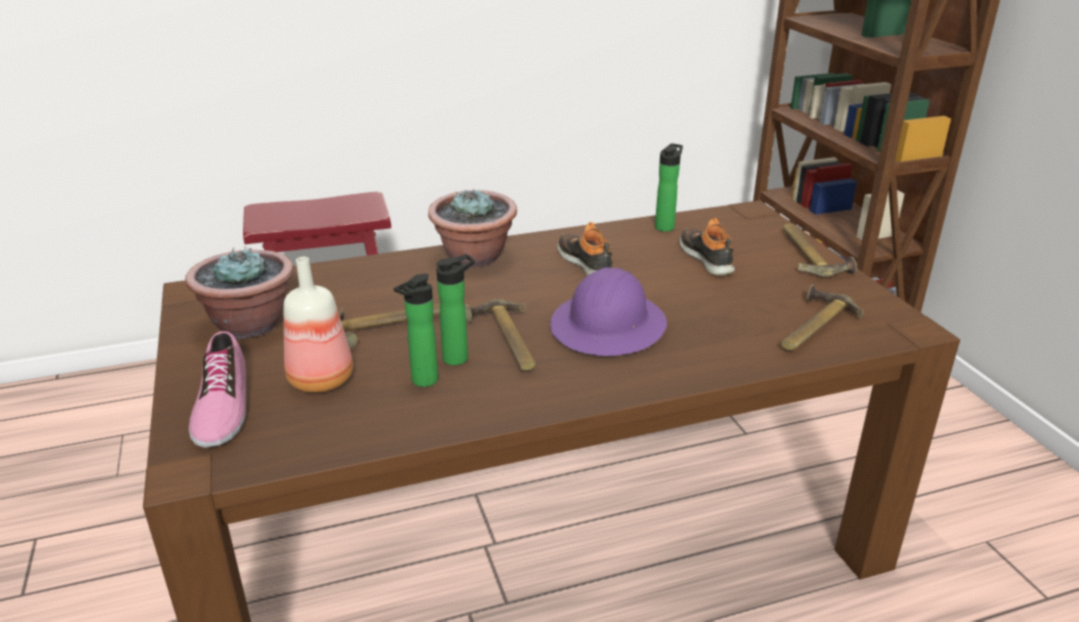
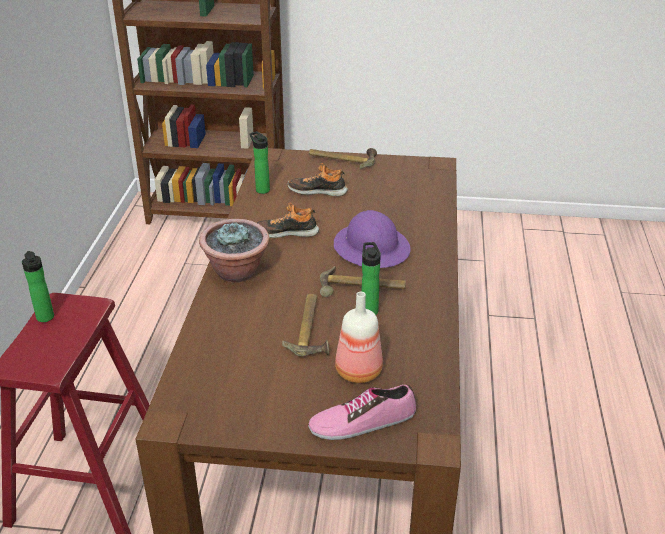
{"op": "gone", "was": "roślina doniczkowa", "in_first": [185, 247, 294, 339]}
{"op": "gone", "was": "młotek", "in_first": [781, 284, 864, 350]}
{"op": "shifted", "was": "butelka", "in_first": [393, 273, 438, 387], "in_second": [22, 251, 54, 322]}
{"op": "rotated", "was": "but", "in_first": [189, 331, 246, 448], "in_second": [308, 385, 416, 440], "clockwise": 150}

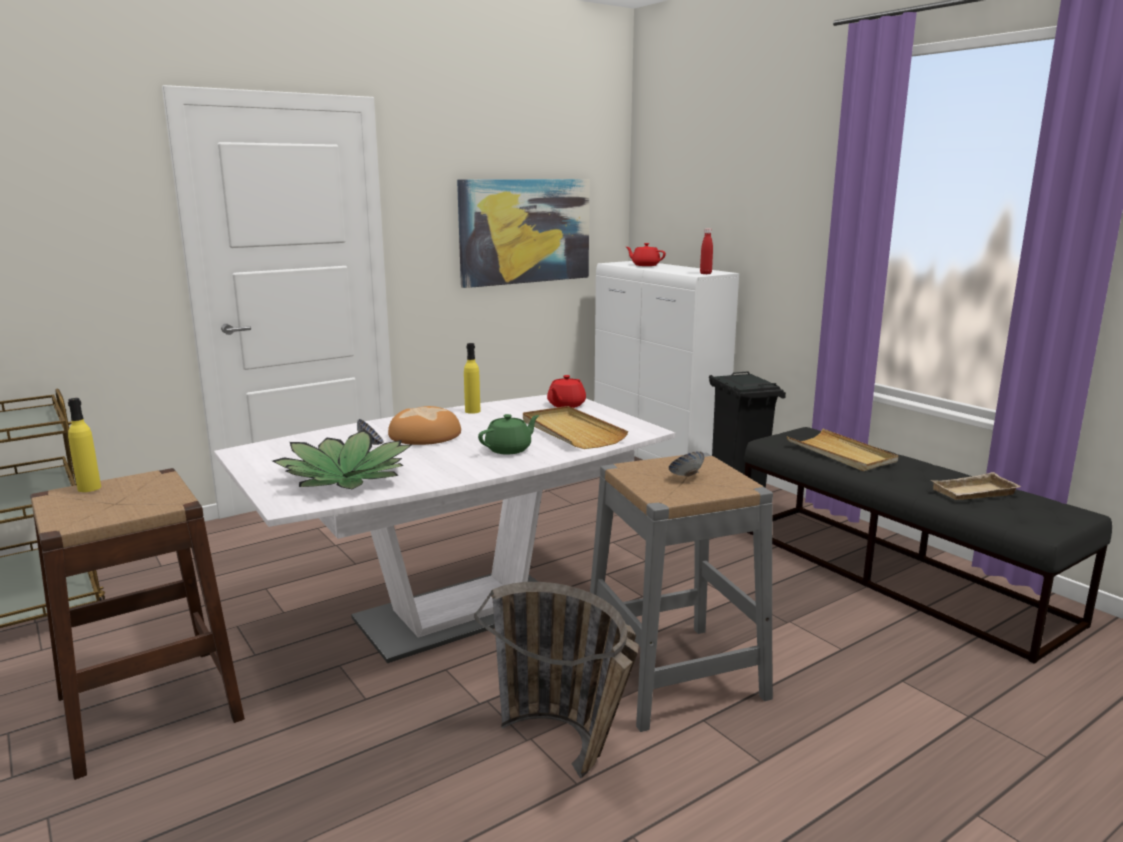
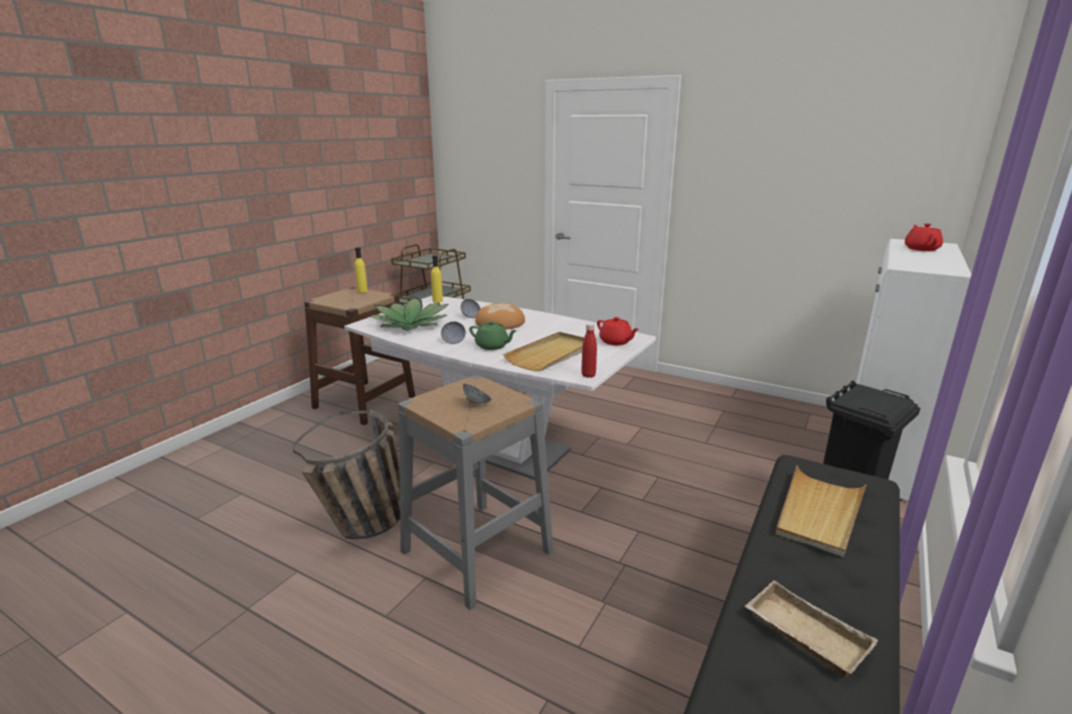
{"op": "gone", "was": "obraz", "in_first": [457, 179, 590, 288]}
{"op": "new", "now": "miska", "in_second": [441, 321, 466, 344]}
{"op": "shifted", "was": "butelka [żółty]", "in_first": [464, 343, 481, 414], "in_second": [431, 255, 443, 303]}
{"op": "shifted", "was": "butelka [czerwony]", "in_first": [700, 229, 713, 274], "in_second": [581, 323, 597, 378]}
{"op": "rotated", "was": "imbryk [czerwony]", "in_first": [547, 375, 586, 408], "in_second": [597, 317, 639, 345], "clockwise": -135}

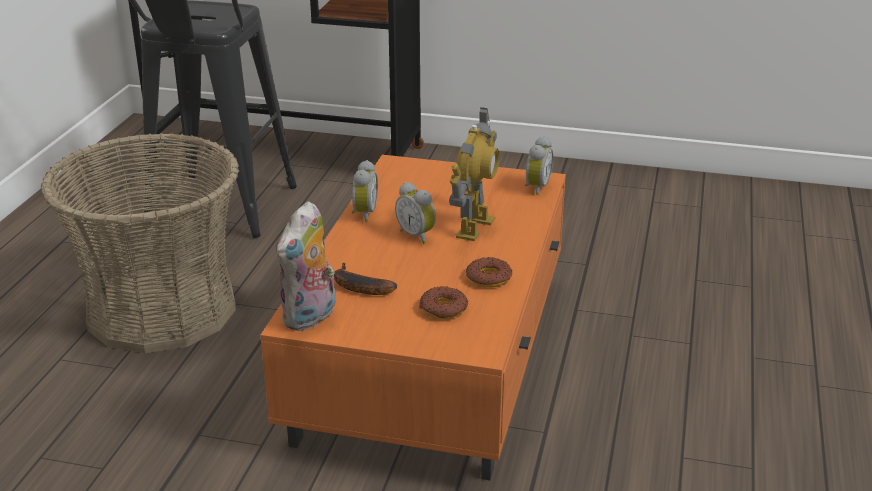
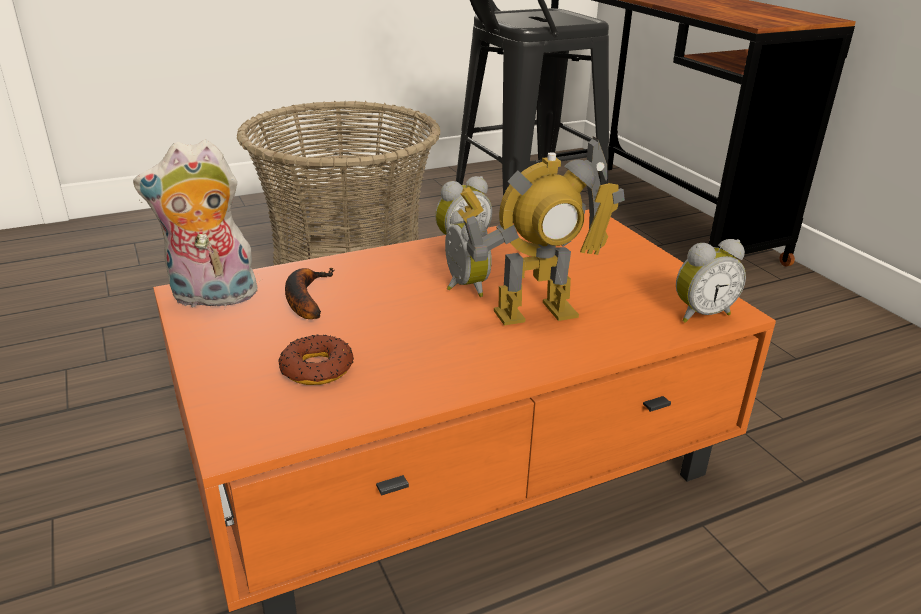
{"op": "gone", "was": "donut", "in_first": [466, 257, 512, 288]}
{"op": "rotated", "was": "budzik", "in_first": [395, 182, 436, 244], "in_second": [445, 208, 492, 297], "clockwise": 150}

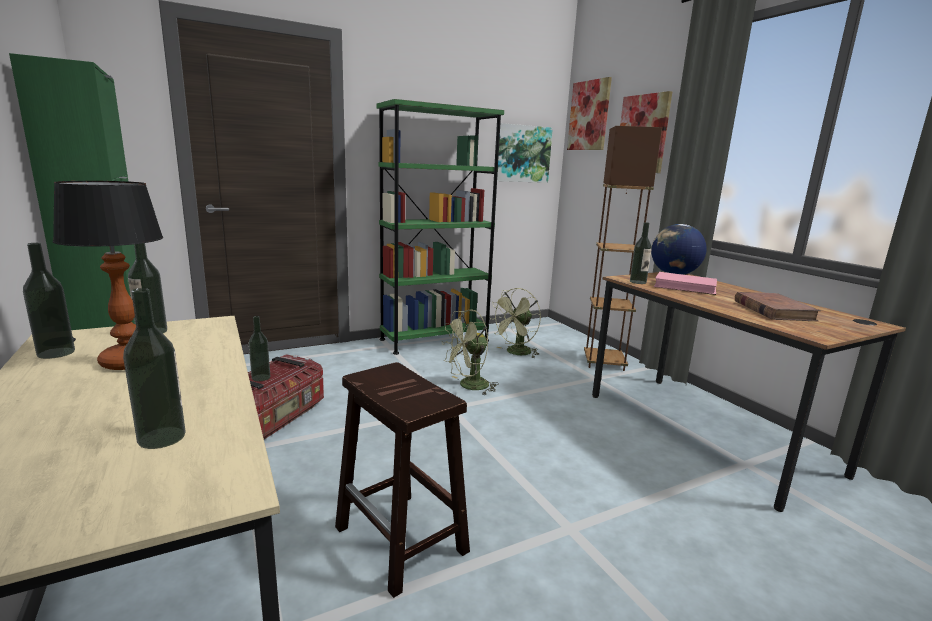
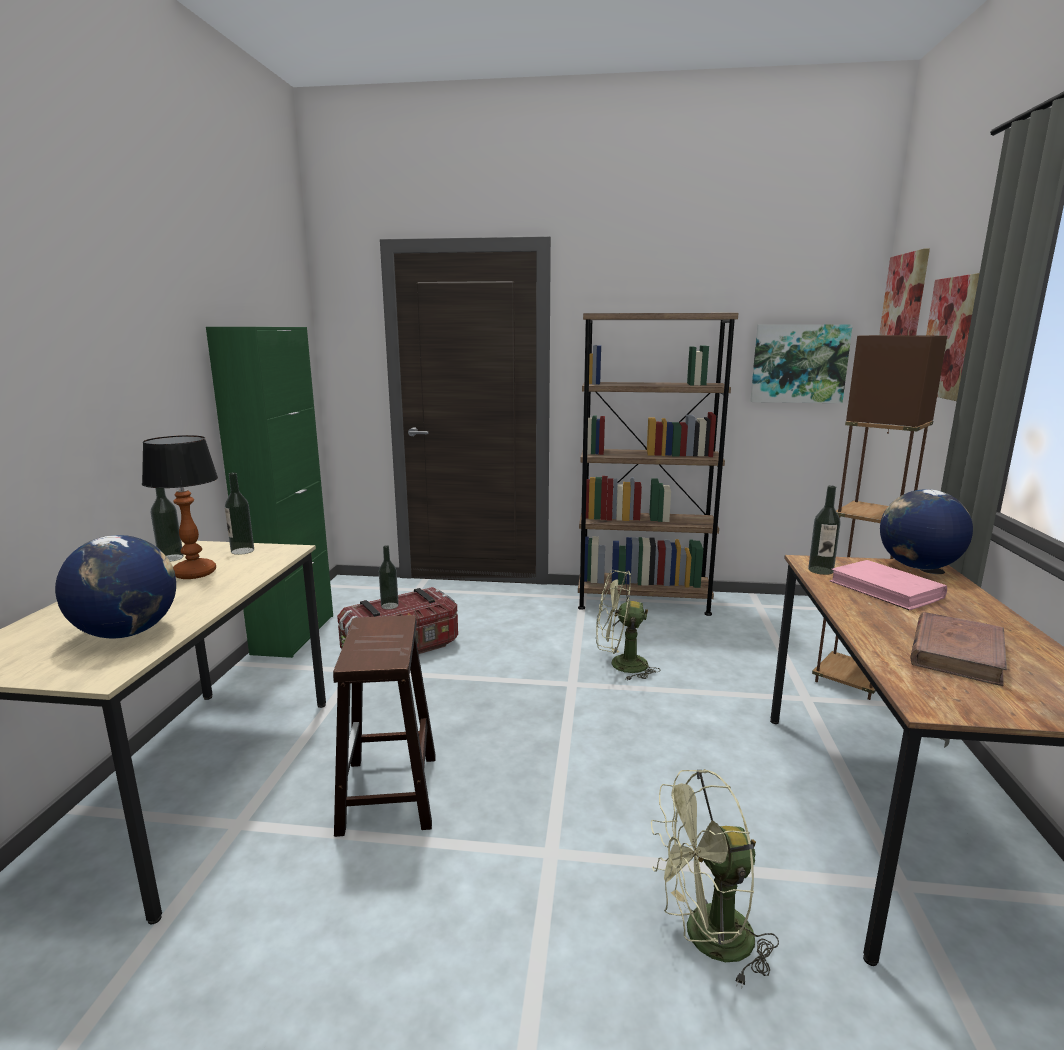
{"op": "shifted", "was": "wentylator [zielony]", "in_first": [490, 288, 541, 358], "in_second": [651, 769, 779, 988]}
{"op": "swapped", "was": "butelka", "now": "globus", "in_first": [123, 288, 186, 449], "in_second": [55, 535, 176, 638]}
{"op": "repainted", "was": "regał [zielony]", "now": "regał [brązowy]", "in_first": [376, 99, 504, 355], "in_second": [578, 313, 738, 616]}

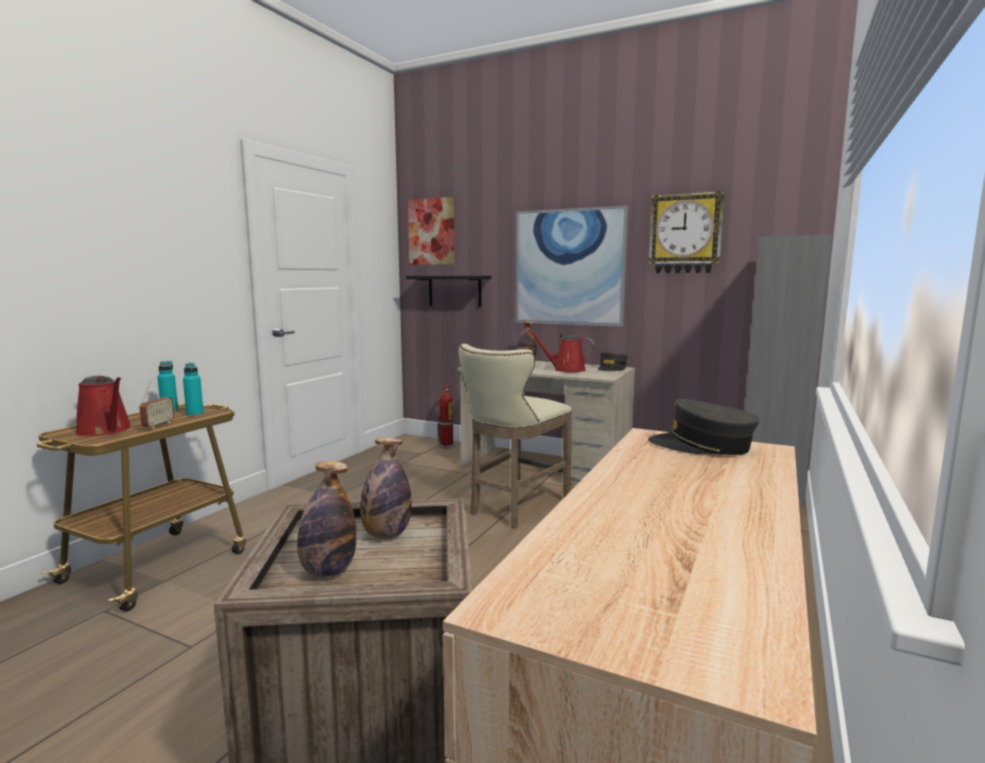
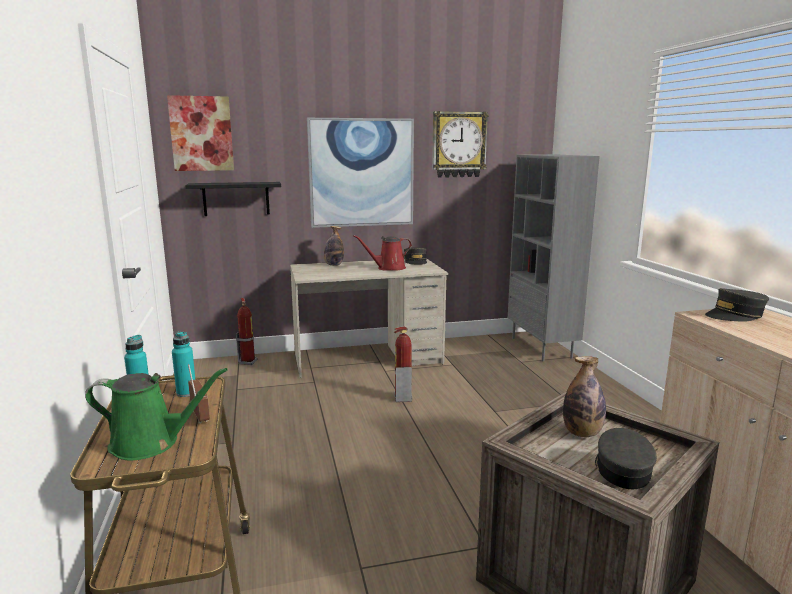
{"op": "swapped", "was": "butelka", "now": "czapka z daszkiem [szary]", "in_first": [297, 461, 356, 577], "in_second": [595, 428, 657, 489]}
{"op": "swapped", "was": "stołek [beżowy]", "now": "gaśnica", "in_first": [459, 344, 572, 528], "in_second": [394, 326, 412, 402]}
{"op": "repainted", "was": "konewka [czerwony]", "now": "konewka [zielony]", "in_first": [75, 376, 132, 437], "in_second": [85, 368, 228, 460]}

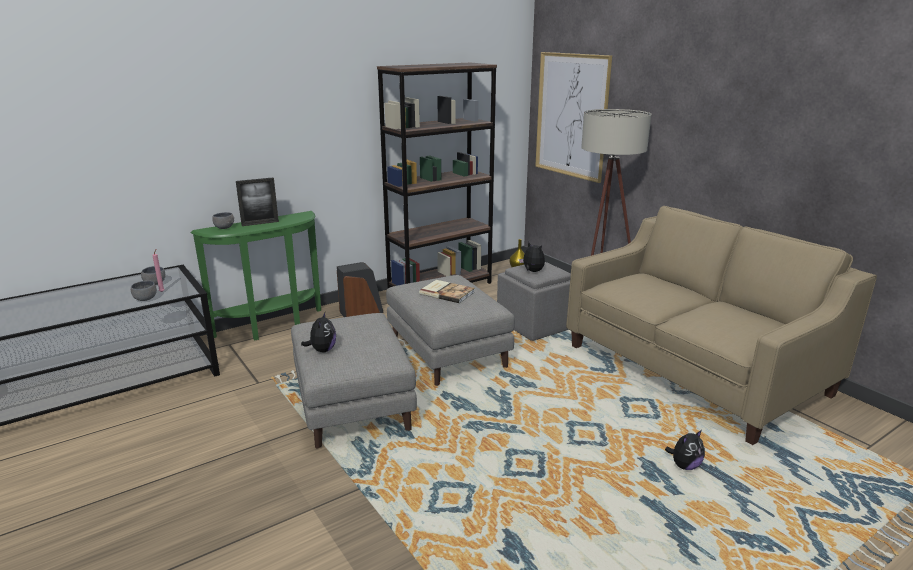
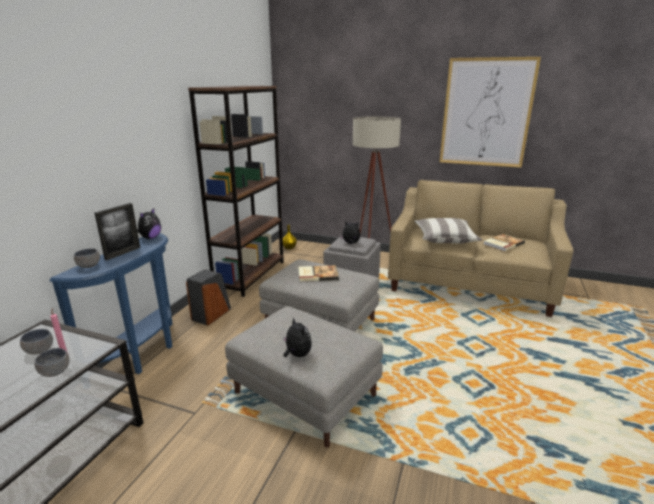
{"op": "new", "now": "poduszka", "in_second": [414, 218, 483, 244]}
{"op": "new", "now": "książka", "in_second": [484, 234, 525, 251]}
{"op": "shifted", "was": "obraz", "in_first": [535, 52, 612, 183], "in_second": [439, 57, 541, 168]}
{"op": "shifted", "was": "pluszak", "in_first": [665, 430, 705, 470], "in_second": [137, 208, 161, 239]}
{"op": "repainted", "was": "stolik konsolowy [zielony]", "now": "stolik konsolowy [niebieski]", "in_first": [191, 211, 321, 340], "in_second": [50, 233, 173, 374]}

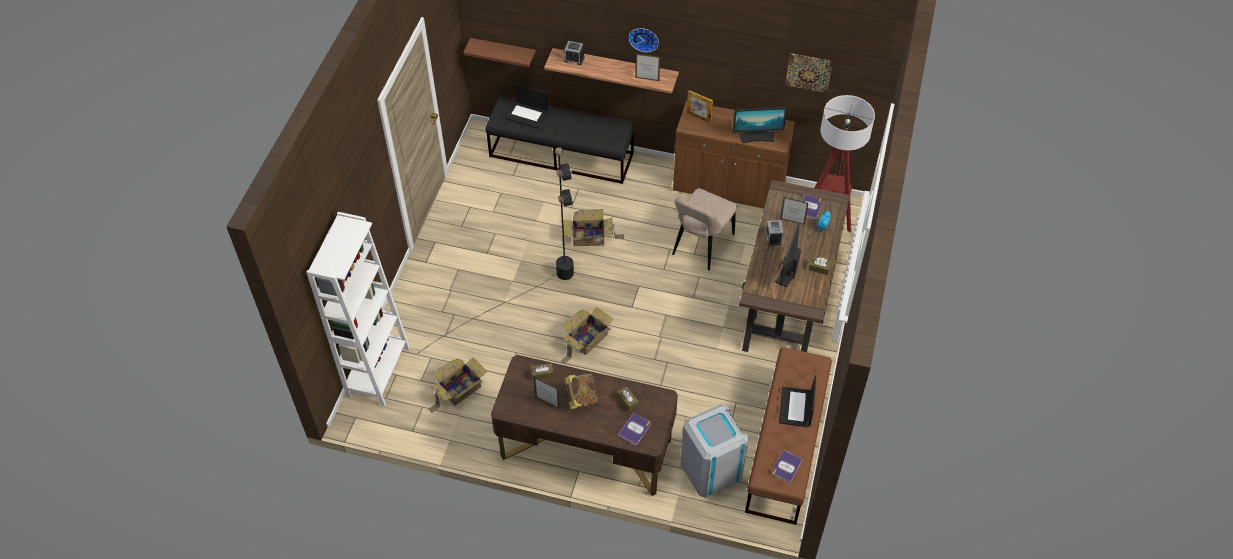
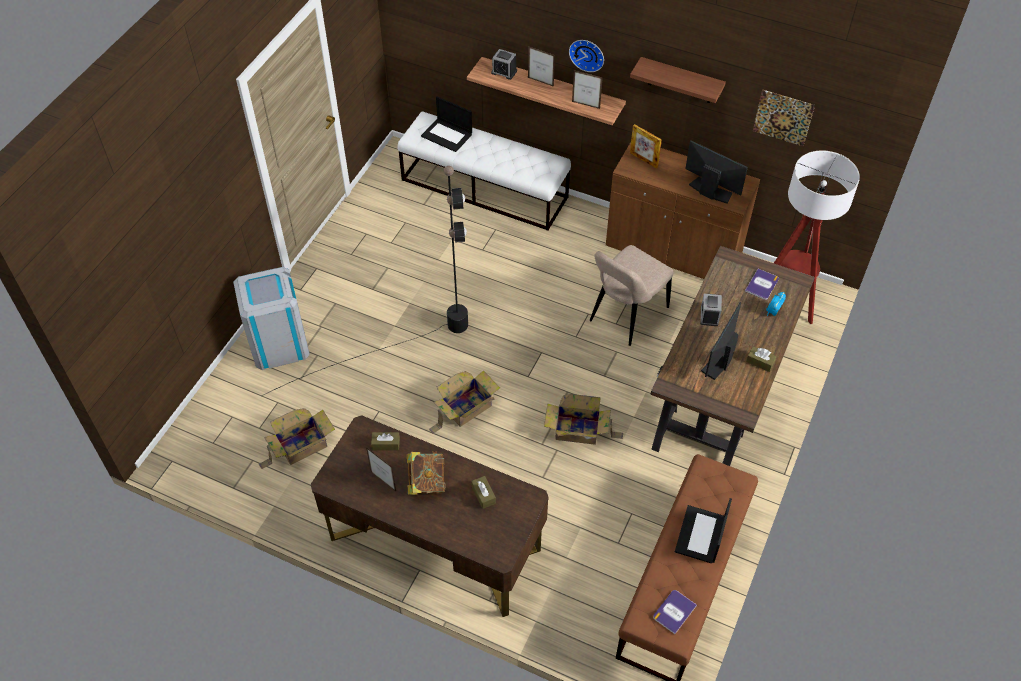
{"op": "gone", "was": "regał [biały]", "in_first": [307, 212, 410, 406]}
{"op": "gone", "was": "książka", "in_first": [618, 413, 651, 445]}
{"op": "shifted", "was": "półka", "in_first": [463, 38, 536, 67], "in_second": [630, 57, 726, 103]}
{"op": "shifted", "was": "karton", "in_first": [564, 209, 624, 246], "in_second": [544, 394, 623, 445]}
{"op": "shifted", "was": "kosz na śmieci [szary]", "in_first": [680, 404, 749, 498], "in_second": [233, 267, 310, 370]}
{"op": "shifted", "was": "ramka na zdjęcie", "in_first": [780, 197, 808, 225], "in_second": [528, 46, 555, 87]}
{"op": "repainted", "was": "ławka [czarny]", "now": "ławka [biały]", "in_first": [486, 96, 635, 184], "in_second": [398, 112, 571, 231]}
{"op": "rotated", "was": "monitor", "in_first": [732, 107, 787, 143], "in_second": [685, 140, 748, 204], "clockwise": -150}

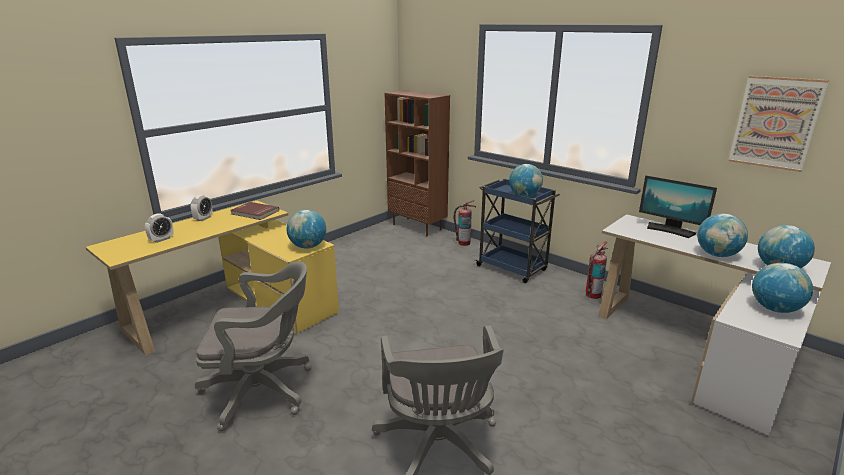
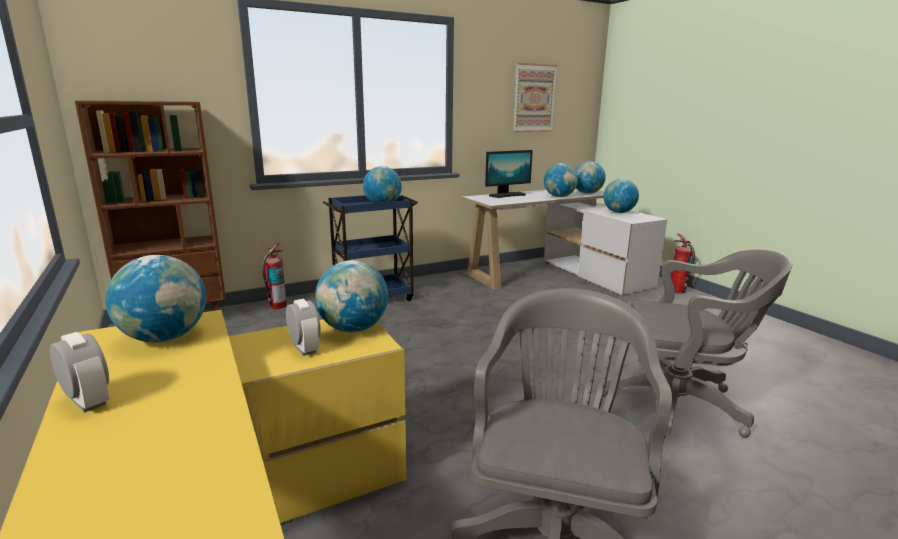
{"op": "shifted", "was": "budzik", "in_first": [145, 213, 174, 243], "in_second": [286, 299, 321, 356]}
{"op": "shifted", "was": "gaśnica", "in_first": [586, 242, 608, 299], "in_second": [671, 234, 695, 294]}
{"op": "swapped", "was": "książka [czerwony]", "now": "globus", "in_first": [230, 202, 279, 220], "in_second": [105, 255, 206, 342]}

